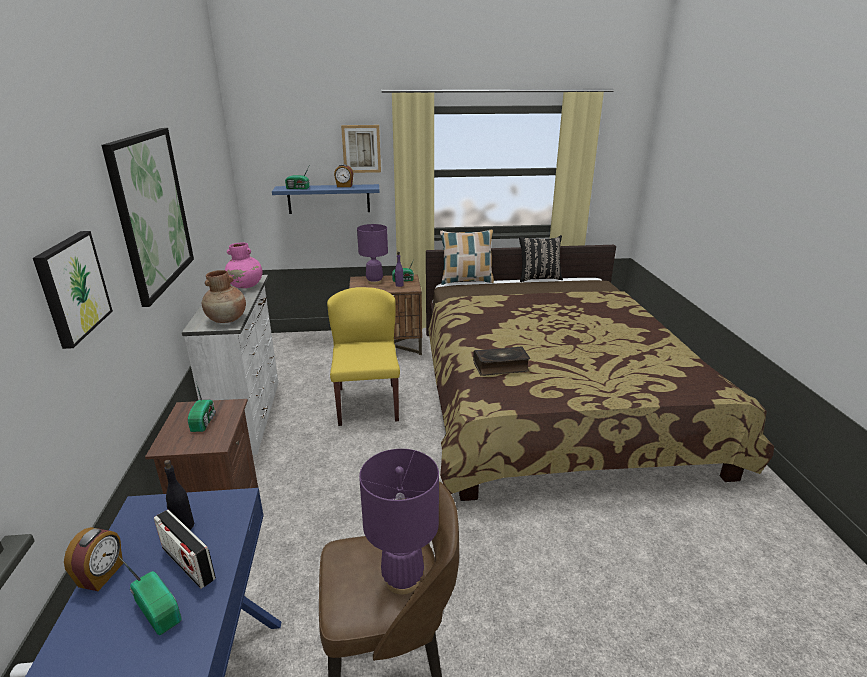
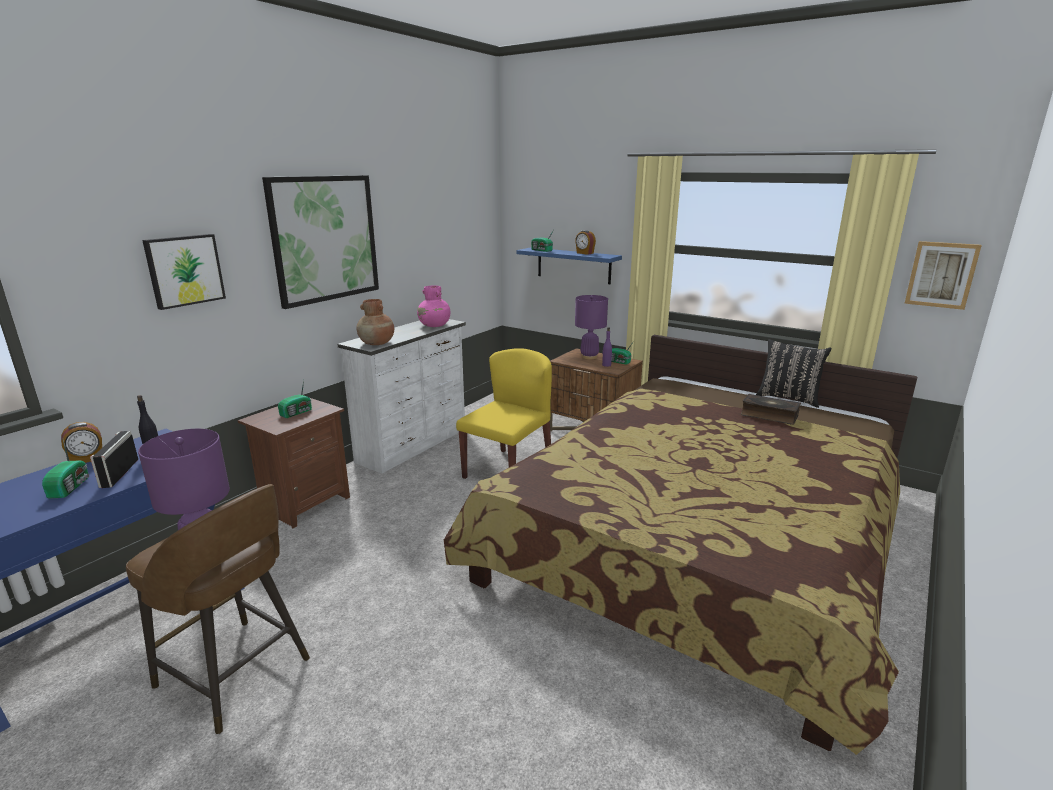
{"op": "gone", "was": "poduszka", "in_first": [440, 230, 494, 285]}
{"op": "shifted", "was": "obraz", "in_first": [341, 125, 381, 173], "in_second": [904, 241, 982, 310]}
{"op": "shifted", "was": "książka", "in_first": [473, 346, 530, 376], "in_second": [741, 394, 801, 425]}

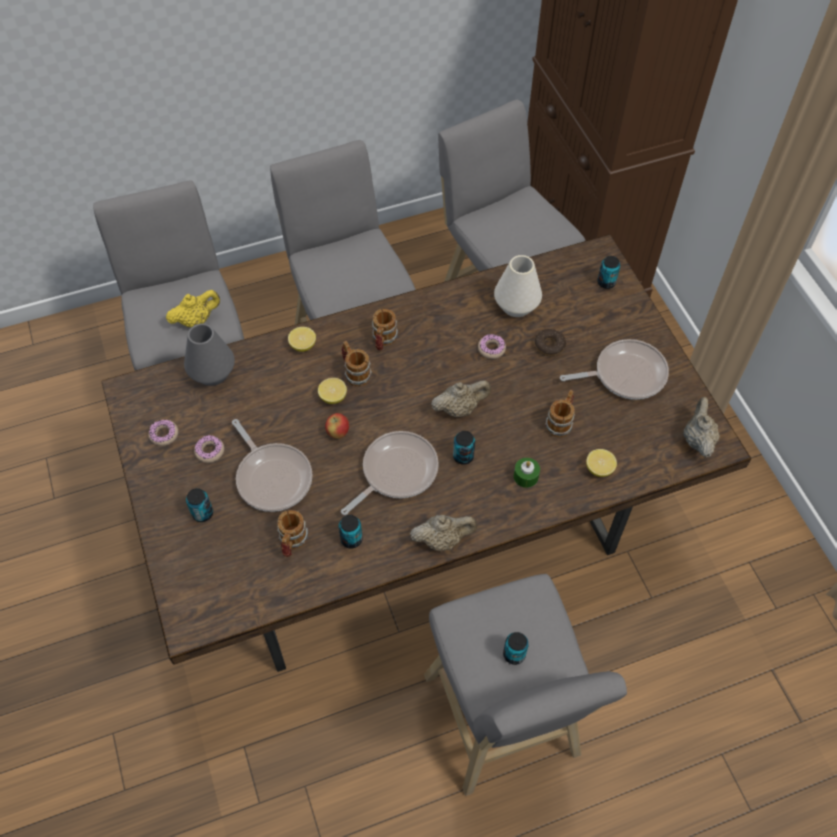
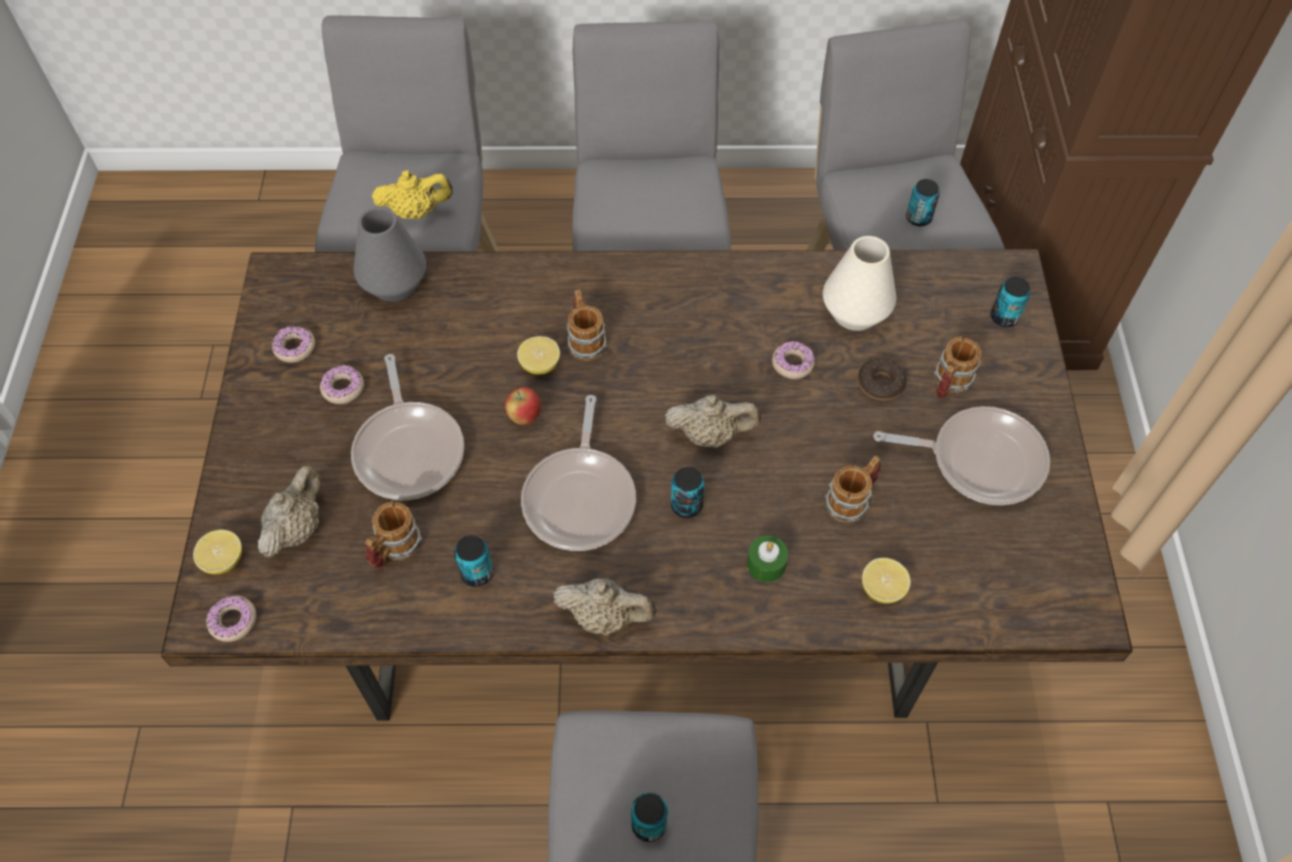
{"op": "new", "now": "donut", "in_second": [206, 595, 256, 642]}
{"op": "shifted", "was": "puszka", "in_first": [186, 488, 213, 522], "in_second": [906, 179, 940, 226]}
{"op": "shifted", "was": "cytryna", "in_first": [288, 327, 316, 352], "in_second": [193, 530, 242, 574]}
{"op": "shifted", "was": "kubek", "in_first": [372, 309, 398, 351], "in_second": [934, 336, 982, 398]}
{"op": "shifted", "was": "imbryk [beżowy]", "in_first": [684, 397, 720, 458], "in_second": [258, 465, 321, 557]}
{"op": "rotated", "was": "patelnia", "in_first": [341, 431, 439, 515], "in_second": [521, 395, 636, 551], "clockwise": 120}

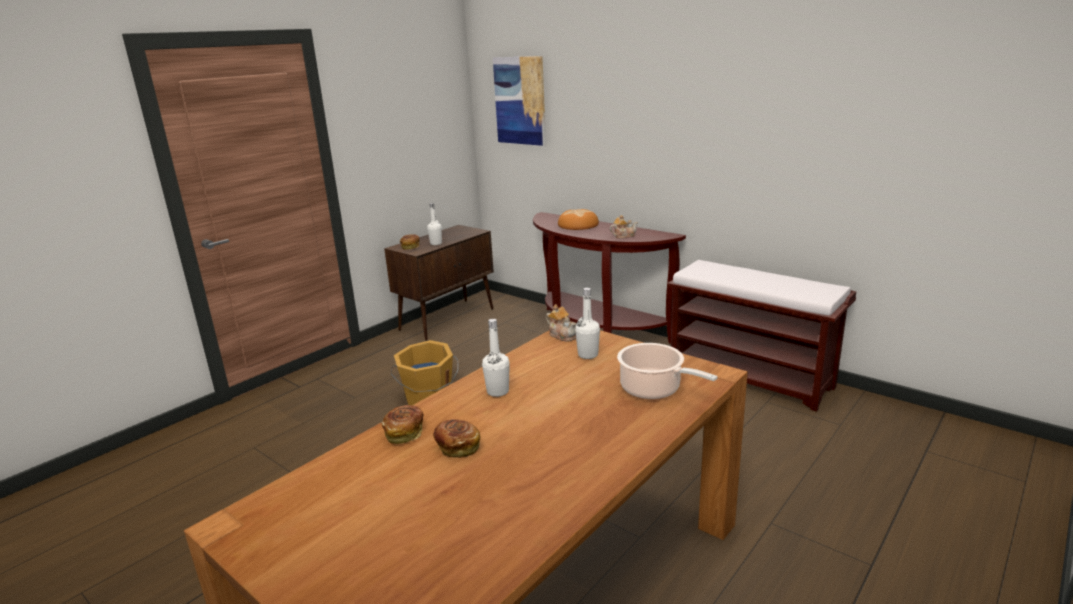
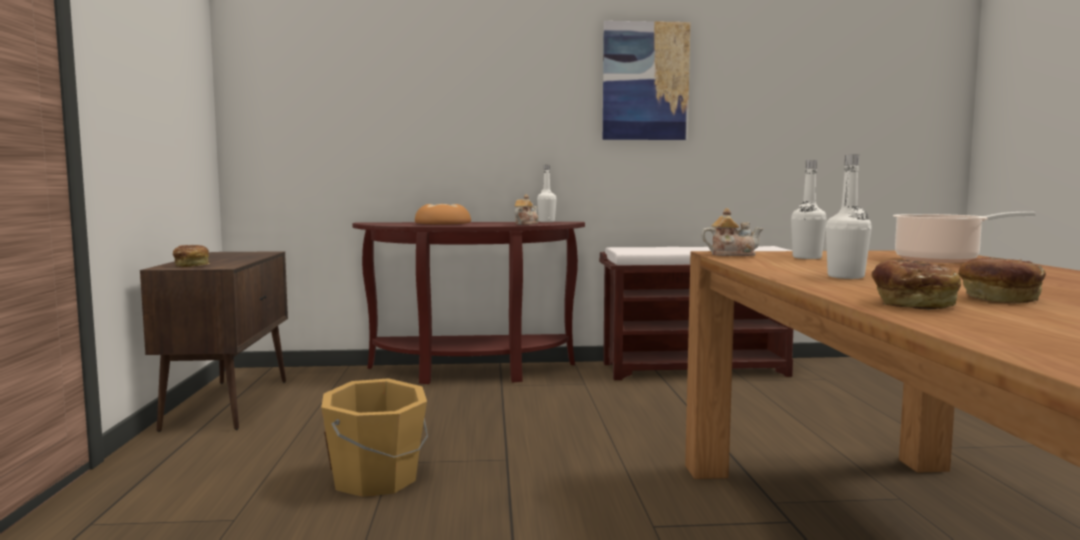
{"op": "shifted", "was": "butelka [biały]", "in_first": [427, 203, 442, 245], "in_second": [537, 165, 557, 222]}
{"op": "shifted", "was": "obraz", "in_first": [493, 56, 546, 146], "in_second": [603, 21, 690, 140]}

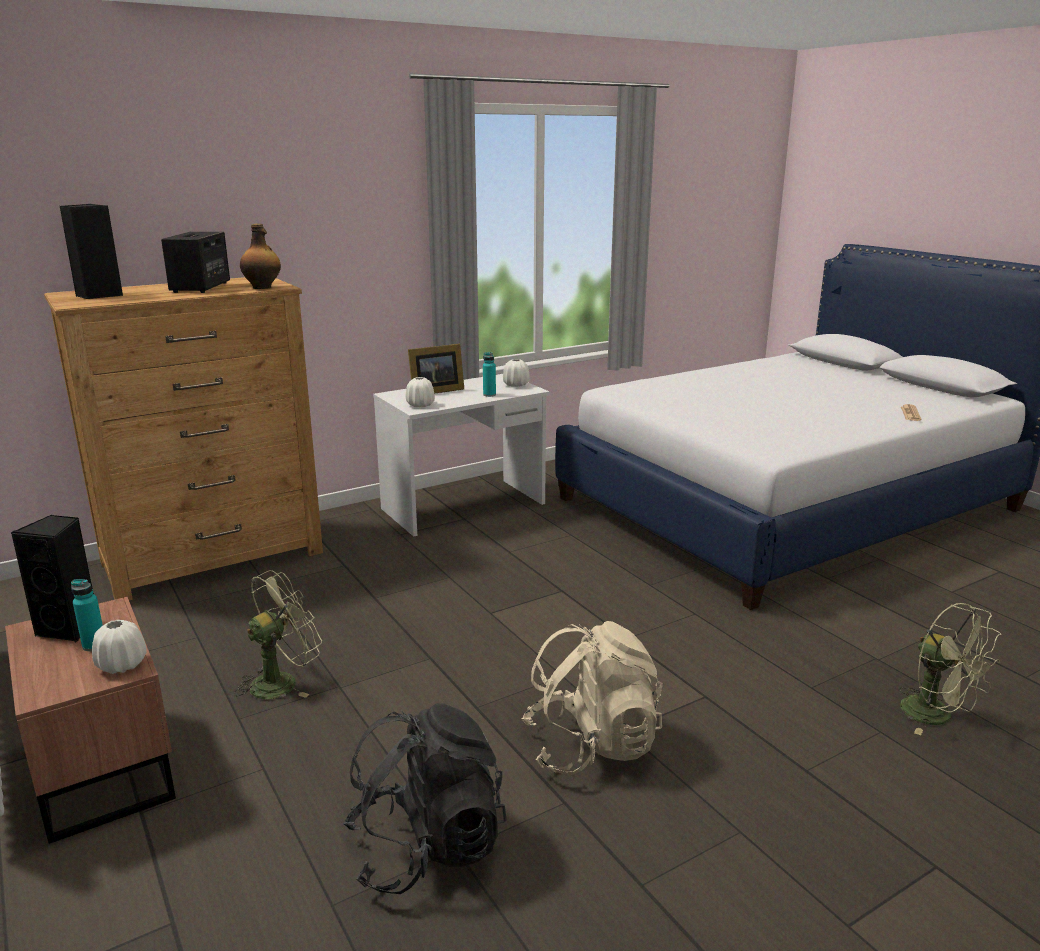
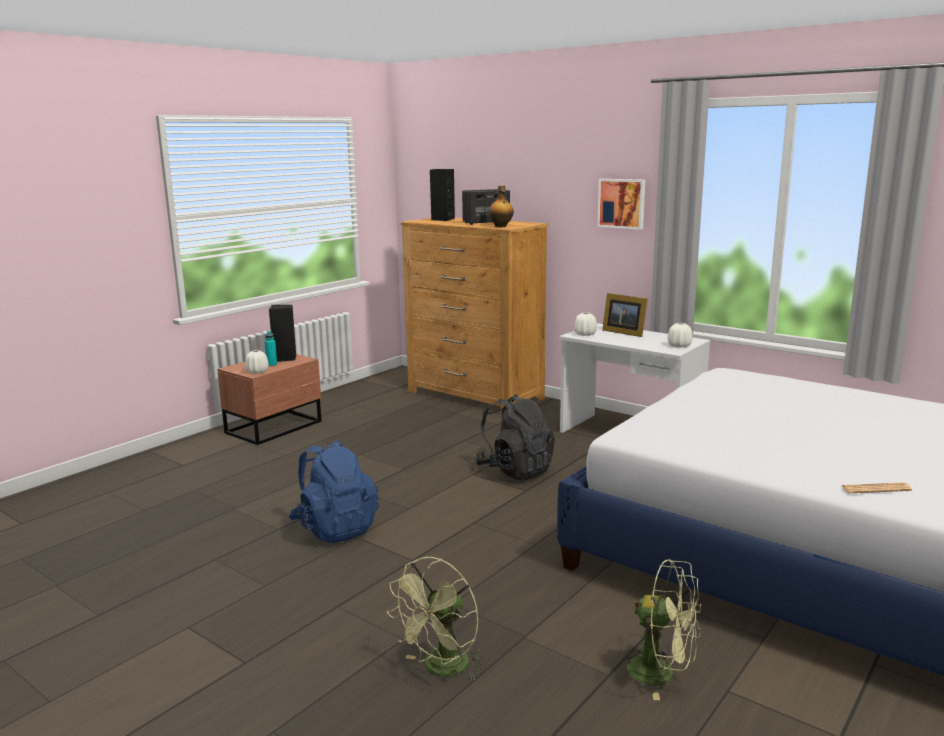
{"op": "gone", "was": "butelka [turkusowy]", "in_first": [483, 352, 496, 397]}
{"op": "new", "now": "obraz", "in_second": [597, 179, 645, 230]}
{"op": "shifted", "was": "wentylator [zielony]", "in_first": [234, 570, 322, 699], "in_second": [618, 560, 701, 700]}
{"op": "shifted", "was": "plecak [czarny]", "in_first": [343, 703, 507, 894], "in_second": [475, 394, 555, 480]}
{"op": "repainted", "was": "plecak [beżowy]", "now": "plecak [niebieski]", "in_first": [522, 621, 662, 775], "in_second": [289, 440, 379, 543]}

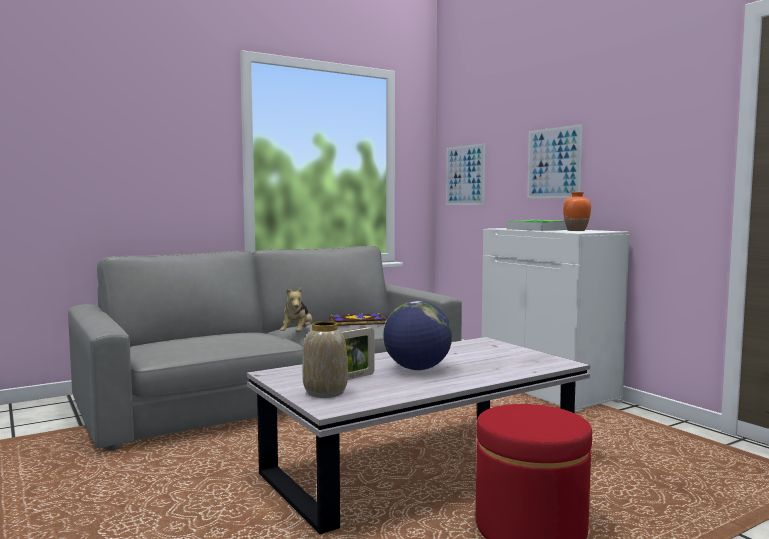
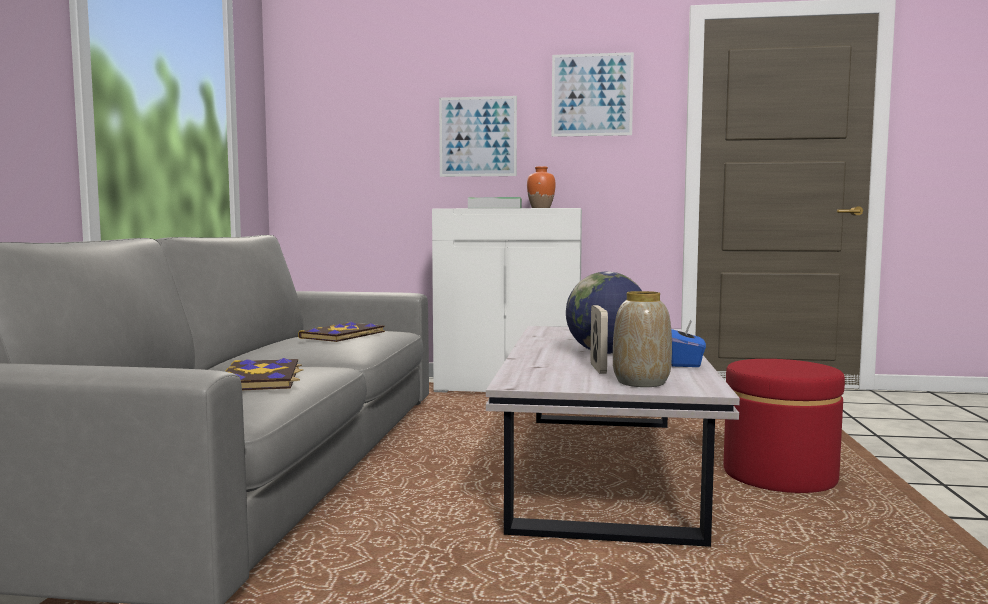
{"op": "gone", "was": "pluszak", "in_first": [280, 286, 312, 332]}
{"op": "new", "now": "książka", "in_second": [225, 358, 304, 390]}
{"op": "new", "now": "pudełko chusteczek [niebieski]", "in_second": [671, 320, 706, 367]}
{"op": "shifted", "was": "obraz", "in_first": [446, 143, 485, 205], "in_second": [552, 52, 634, 137]}

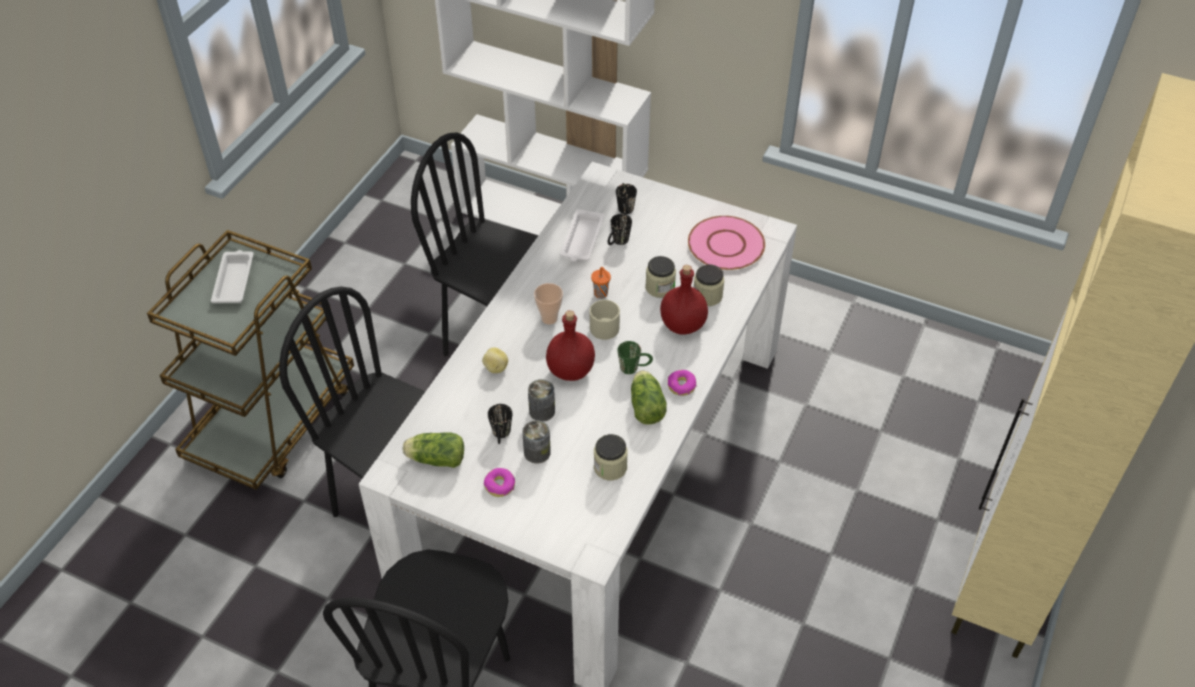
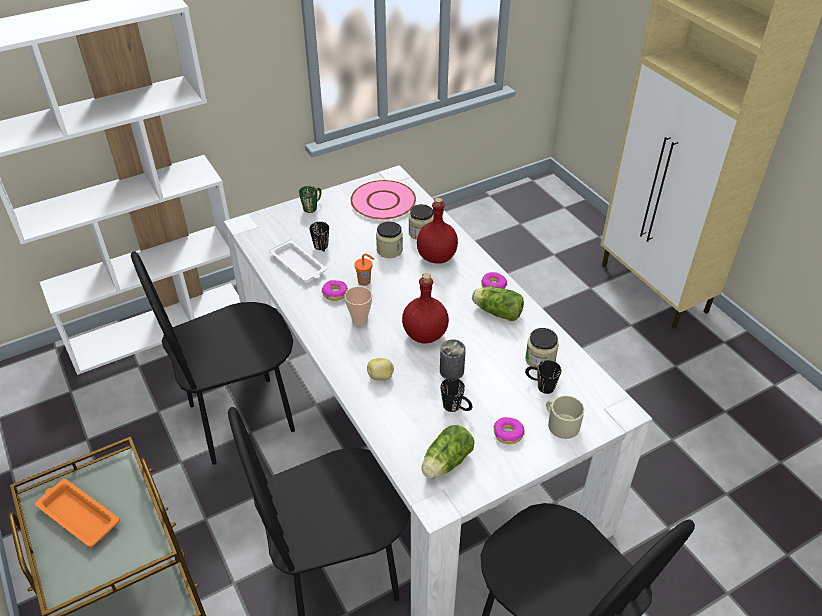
{"op": "gone", "was": "puszka", "in_first": [522, 420, 551, 464]}
{"op": "new", "now": "donut", "in_second": [322, 280, 348, 301]}
{"op": "shifted", "was": "kubek [beżowy]", "in_first": [590, 300, 620, 340], "in_second": [546, 396, 584, 439]}
{"op": "shifted", "was": "kubek [czarny]", "in_first": [616, 183, 637, 214], "in_second": [525, 360, 561, 394]}
{"op": "shifted", "was": "kubek [zielony]", "in_first": [618, 341, 653, 374], "in_second": [299, 186, 322, 213]}
{"op": "repainted", "was": "taca [biały]", "now": "taca [pomarańczowy]", "in_first": [211, 250, 254, 303], "in_second": [35, 479, 120, 547]}

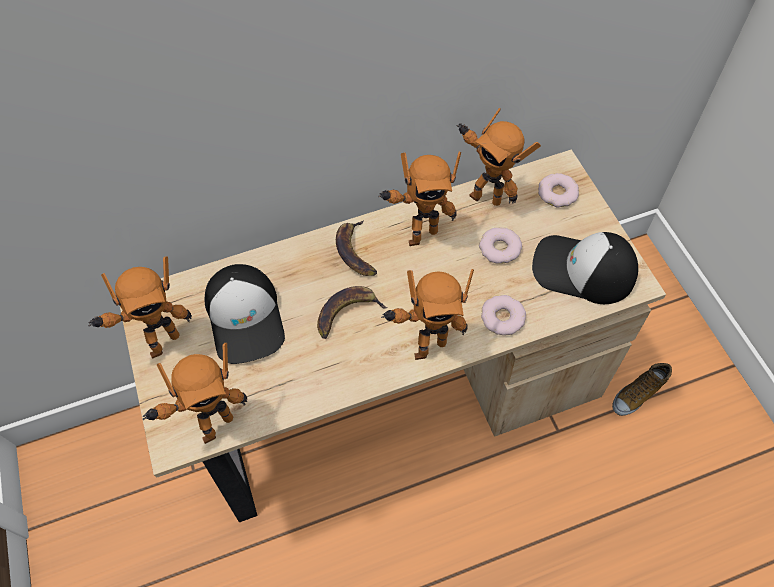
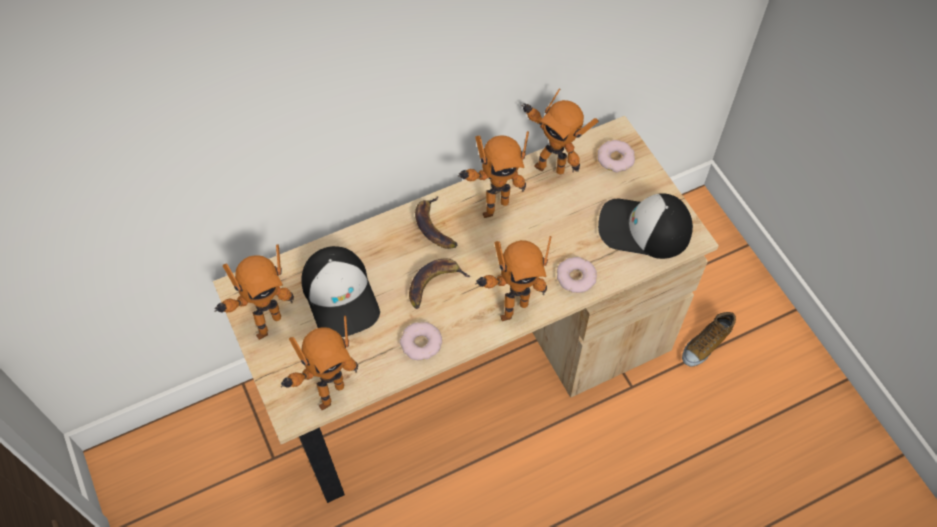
{"op": "shifted", "was": "donut", "in_first": [479, 227, 522, 264], "in_second": [400, 322, 442, 360]}

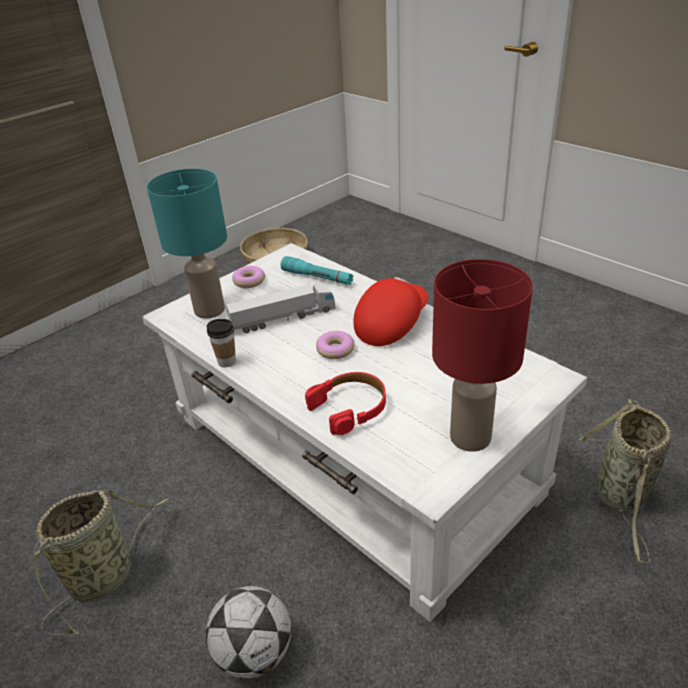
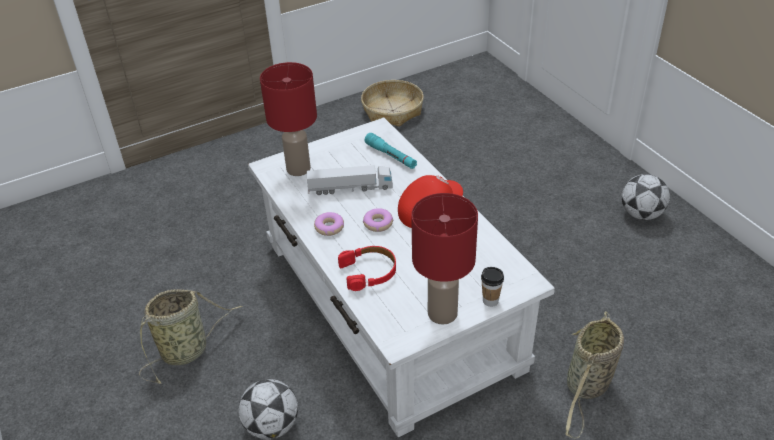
{"op": "new", "now": "piłka futbolowa", "in_second": [622, 174, 670, 220]}
{"op": "shifted", "was": "filiżanka", "in_first": [207, 319, 236, 367], "in_second": [481, 267, 504, 307]}
{"op": "shifted", "was": "donut", "in_first": [232, 266, 265, 288], "in_second": [314, 212, 344, 236]}
{"op": "repainted", "was": "lampa stołowa [turkusowy]", "now": "lampa stołowa [czerwony]", "in_first": [147, 168, 227, 319], "in_second": [260, 62, 317, 176]}

